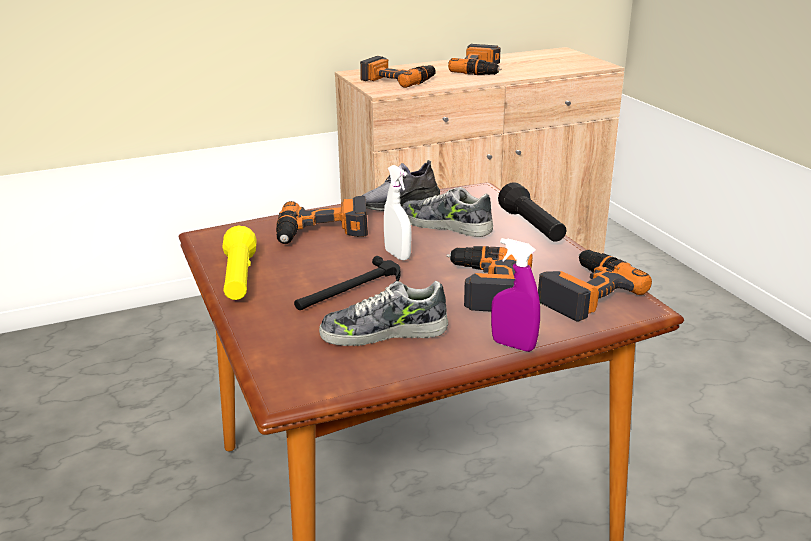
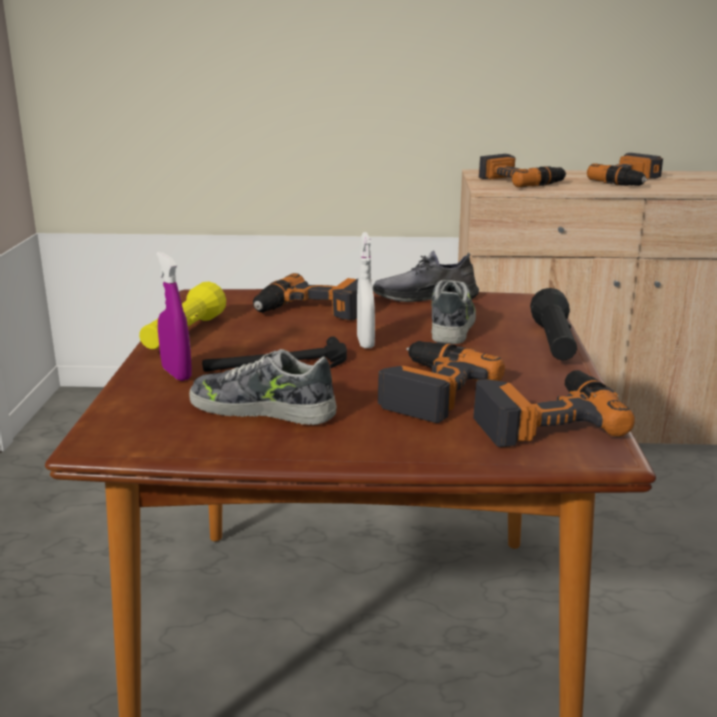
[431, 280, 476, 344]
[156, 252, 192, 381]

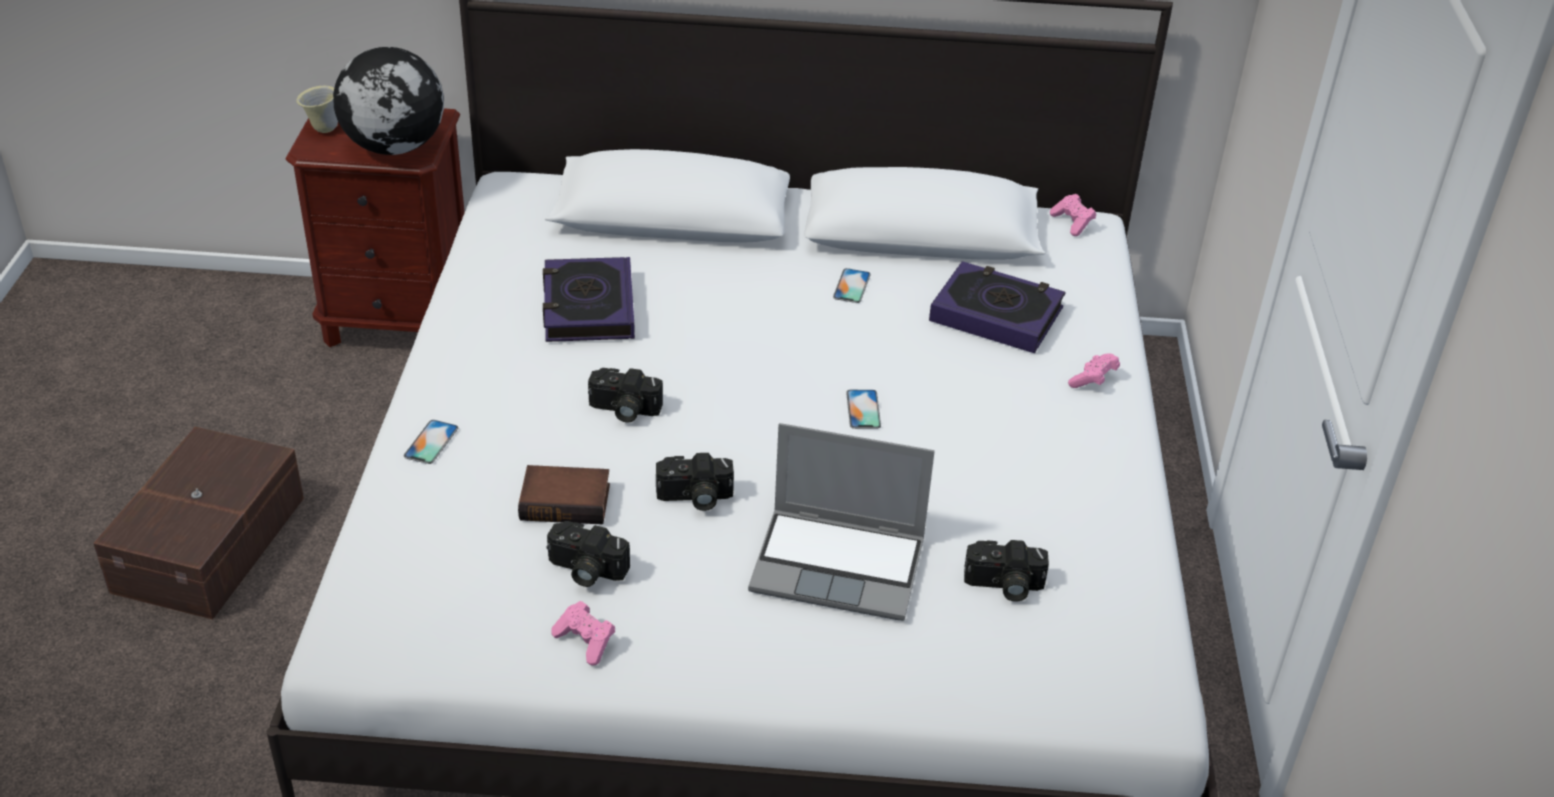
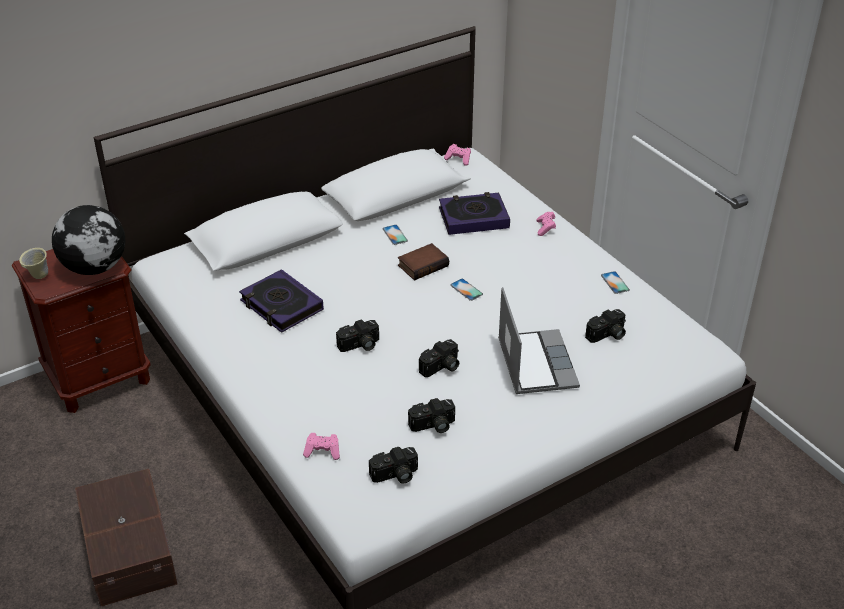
[601, 271, 630, 294]
[498, 287, 580, 394]
[398, 243, 449, 280]
[303, 433, 340, 460]
[369, 447, 418, 484]

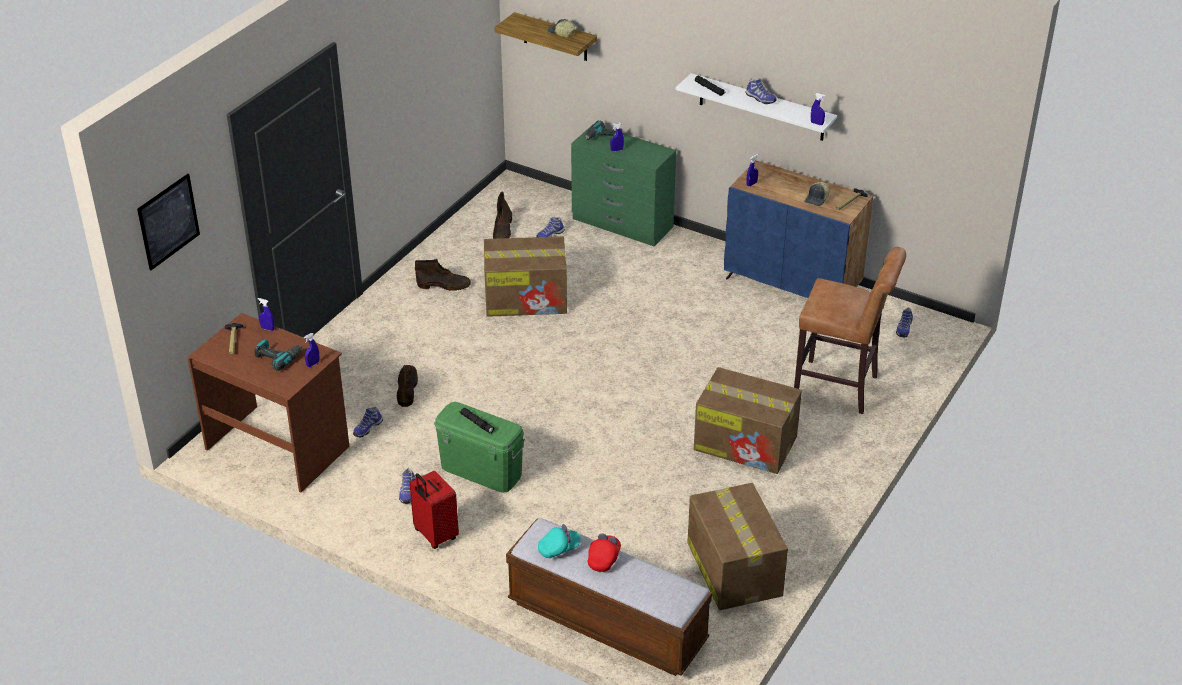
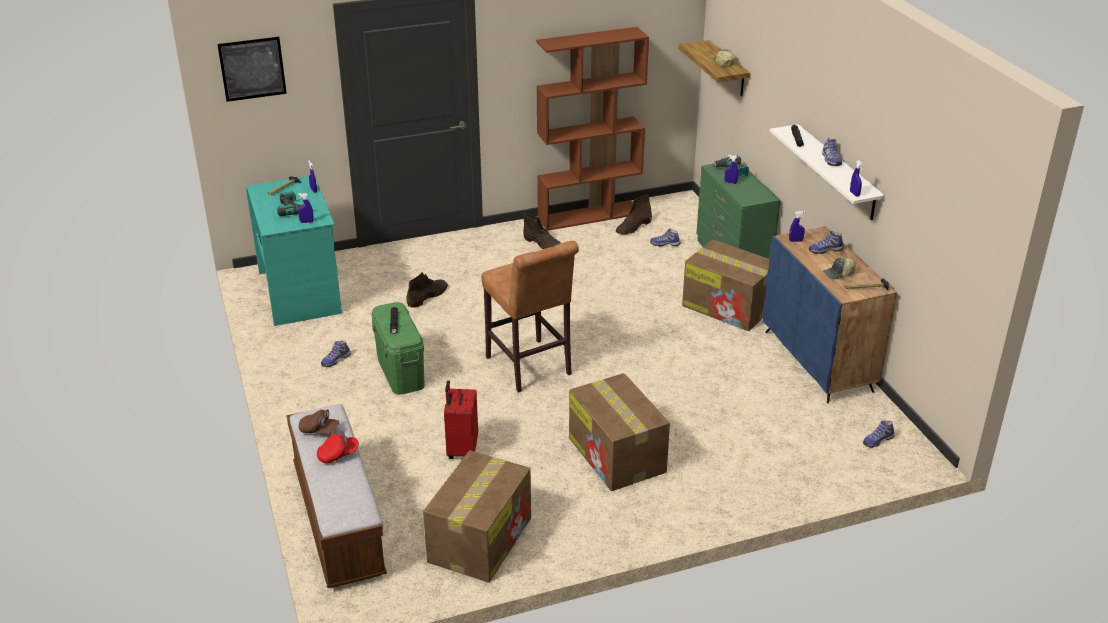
[682, 239, 769, 331]
[481, 241, 579, 392]
[246, 176, 342, 326]
[809, 231, 844, 254]
[444, 380, 478, 459]
[299, 409, 339, 434]
[536, 27, 649, 231]

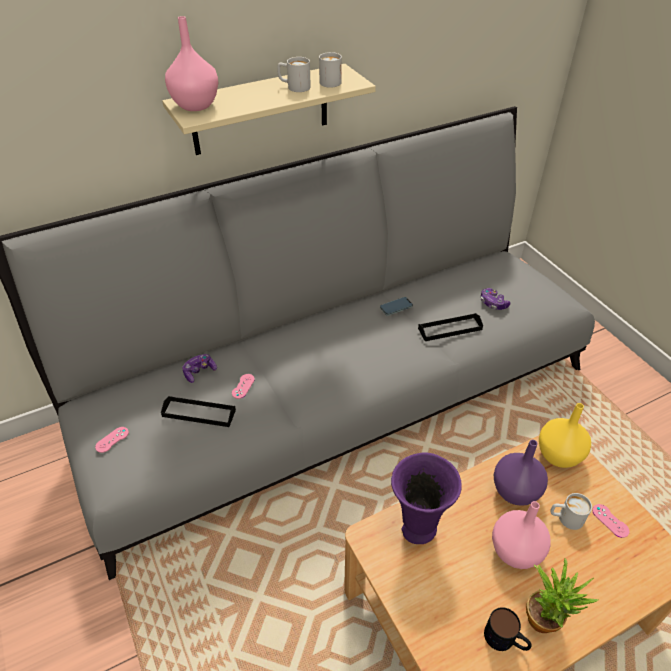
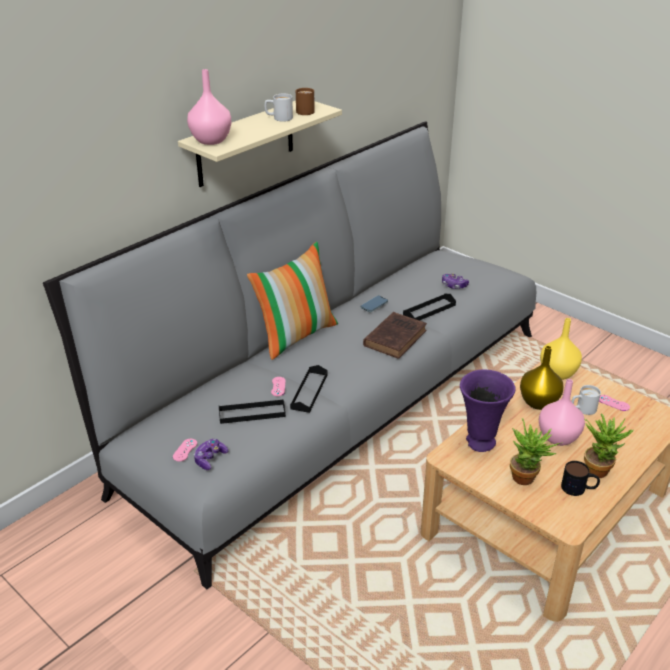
[296, 88, 315, 115]
[194, 439, 228, 470]
[520, 346, 563, 410]
[247, 242, 338, 360]
[363, 312, 427, 359]
[290, 365, 328, 413]
[510, 418, 563, 485]

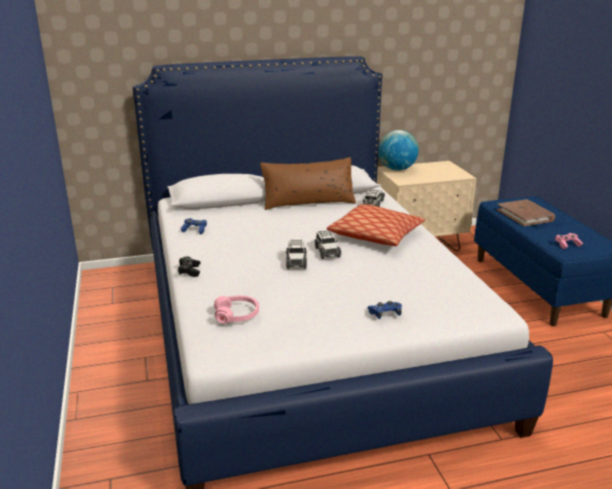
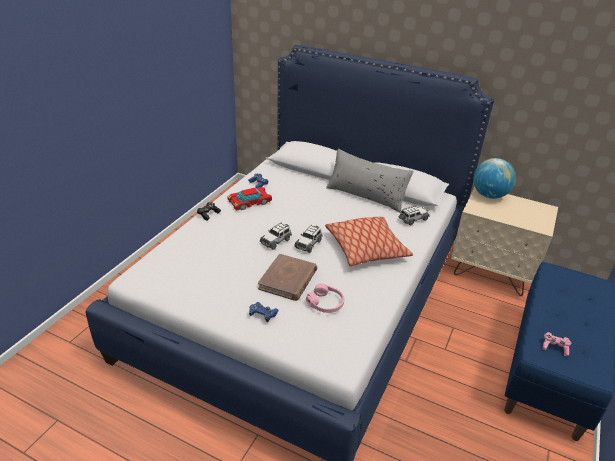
[326, 149, 414, 213]
[258, 254, 318, 301]
[306, 283, 344, 313]
[227, 187, 272, 211]

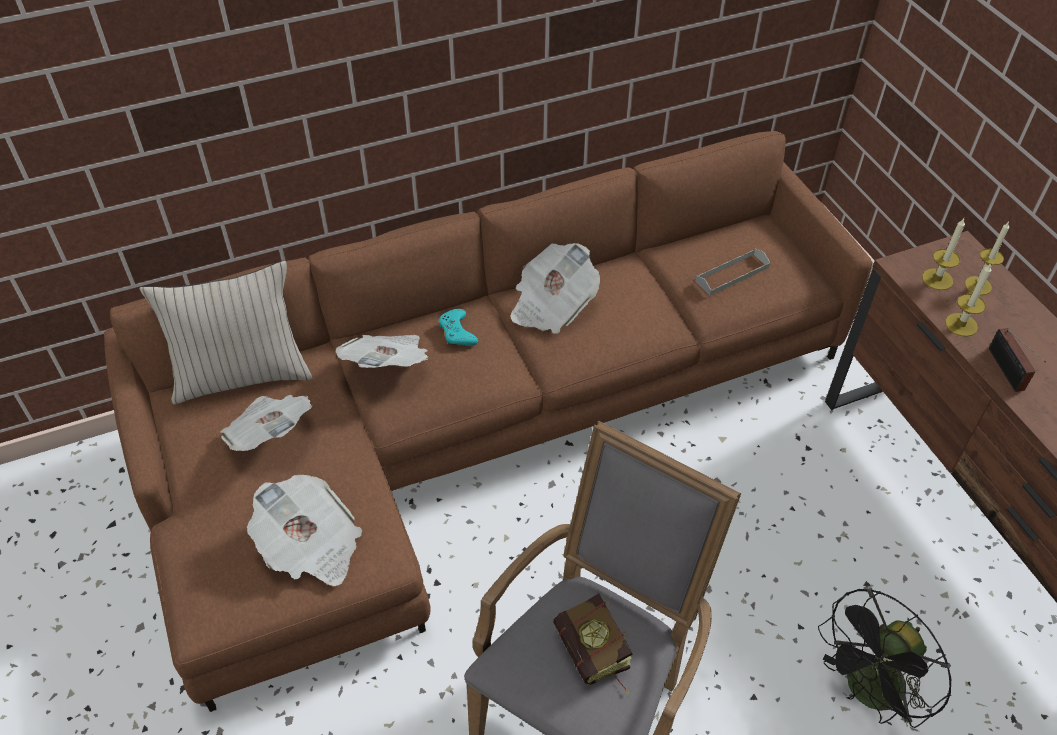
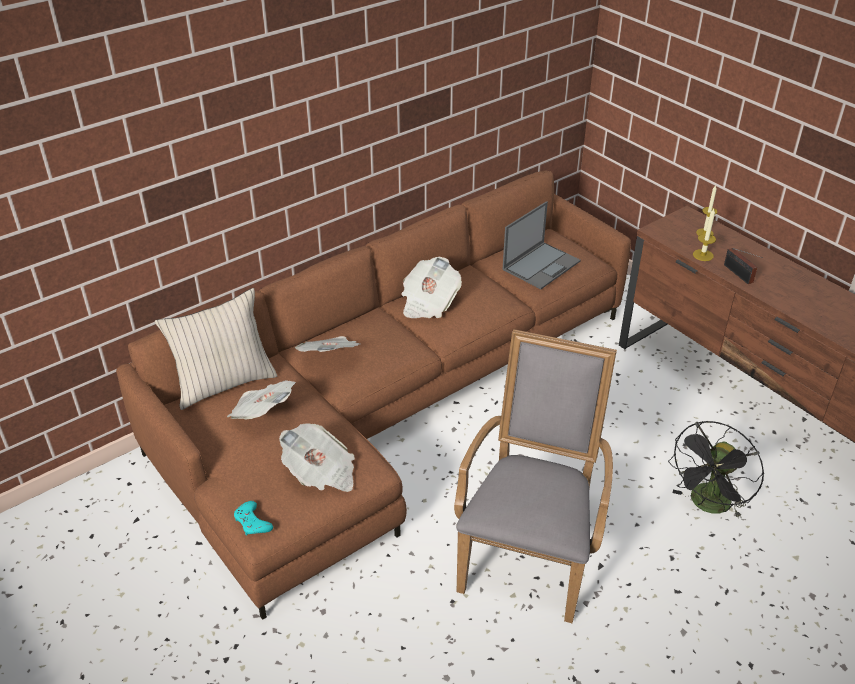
[922, 219, 965, 290] (first image)
[502, 201, 581, 289]
[234, 501, 273, 536]
[553, 593, 633, 694] (first image)

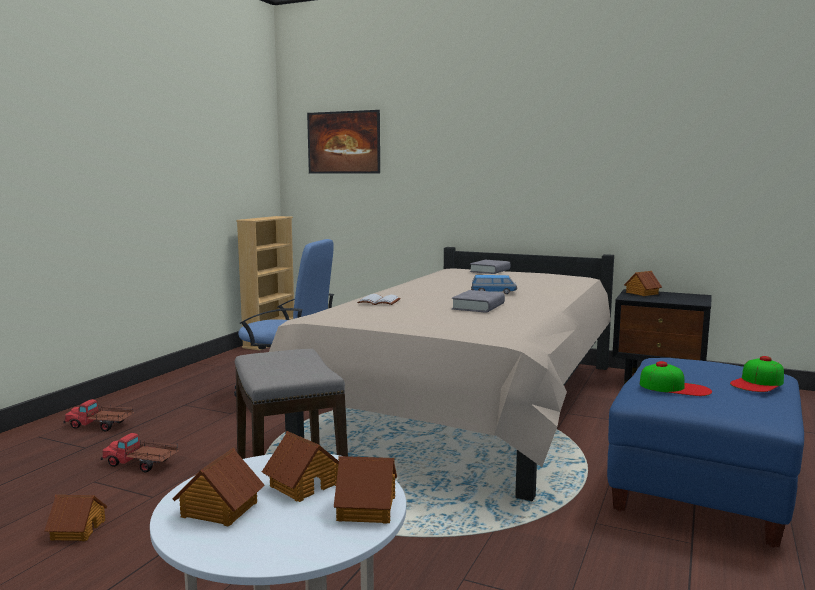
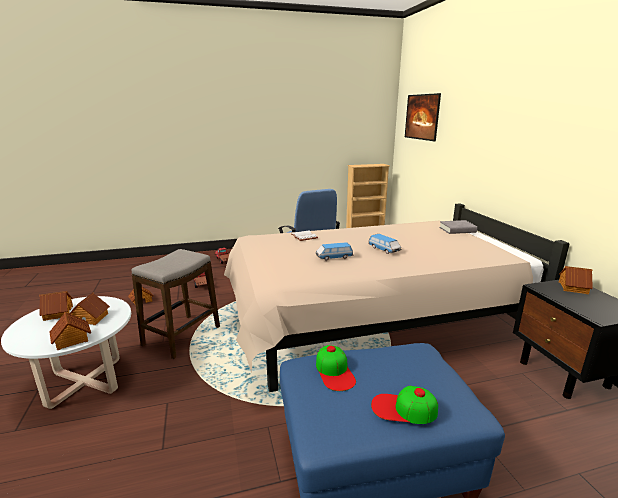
[316, 242, 353, 261]

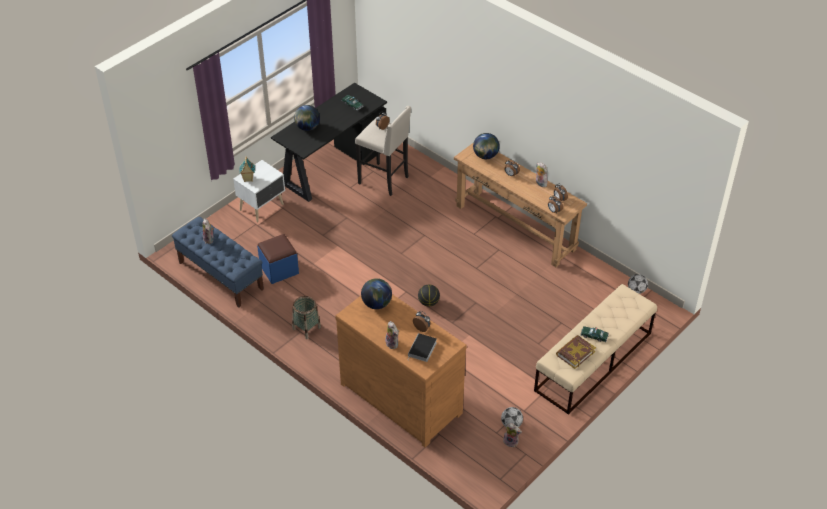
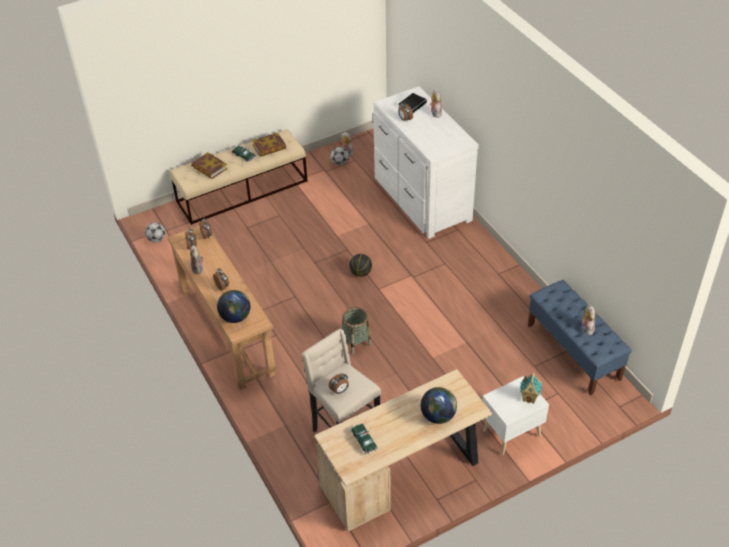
[314, 369, 492, 532]
[257, 234, 299, 284] (first image)
[361, 278, 392, 309] (first image)
[373, 86, 479, 239]
[342, 307, 371, 354]
[191, 152, 228, 179]

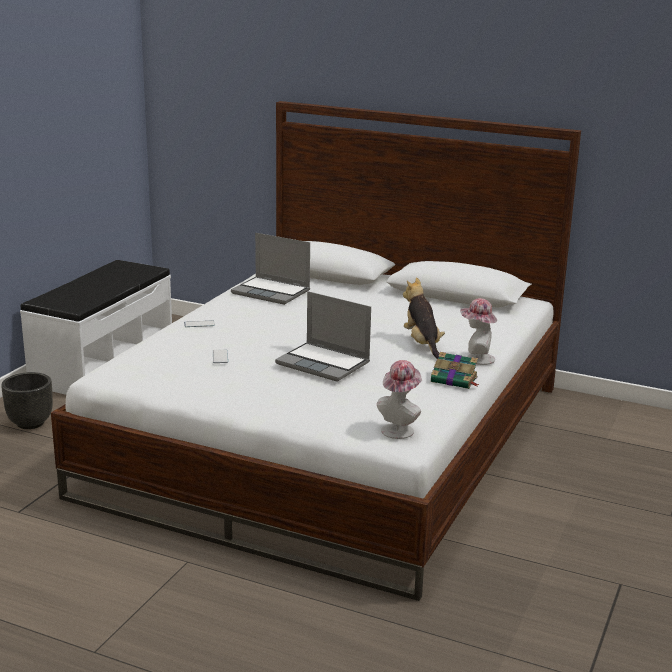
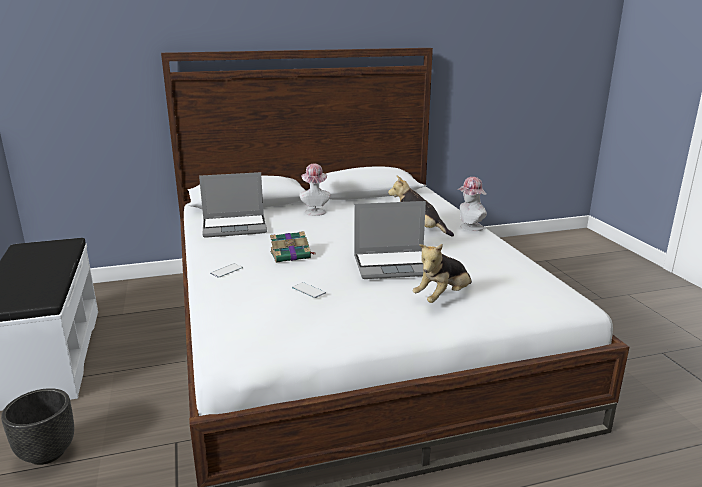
[270, 231, 315, 263]
[299, 164, 331, 216]
[412, 244, 472, 303]

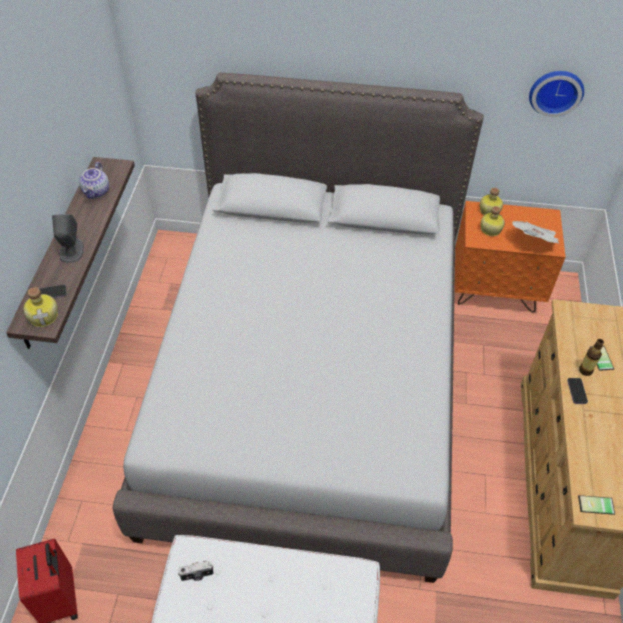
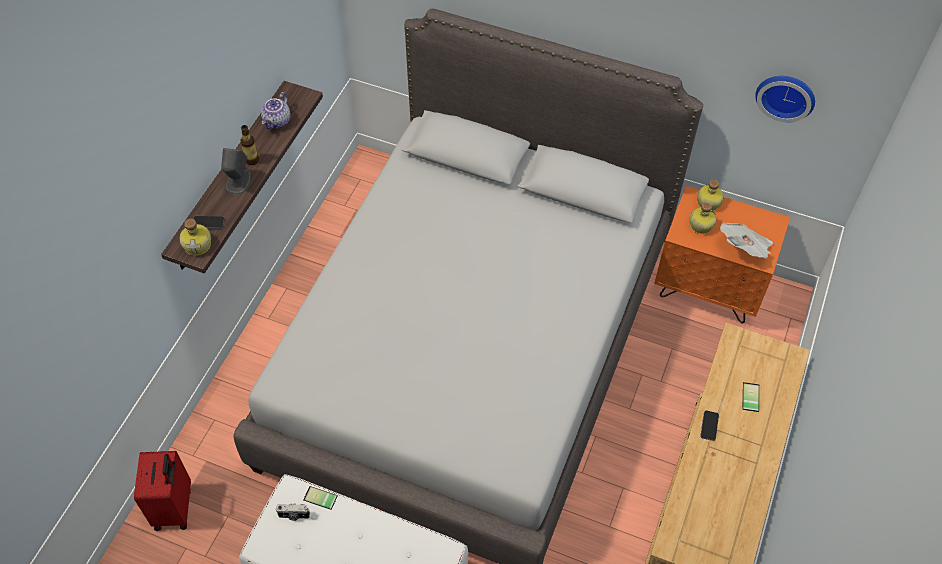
[241, 125, 259, 165]
[303, 486, 338, 510]

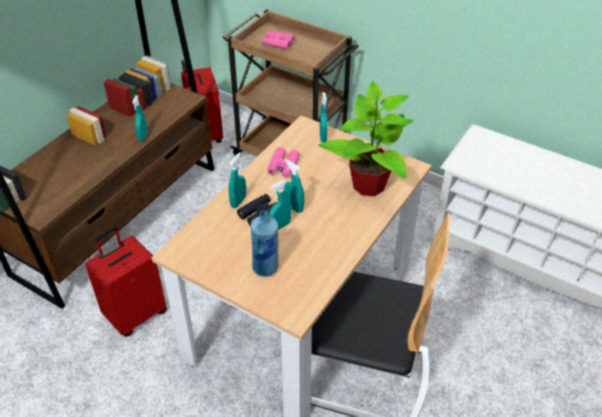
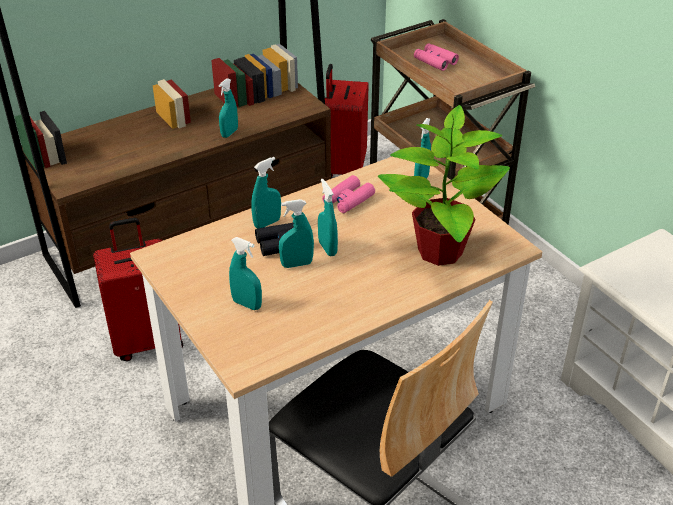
[229, 237, 262, 310]

